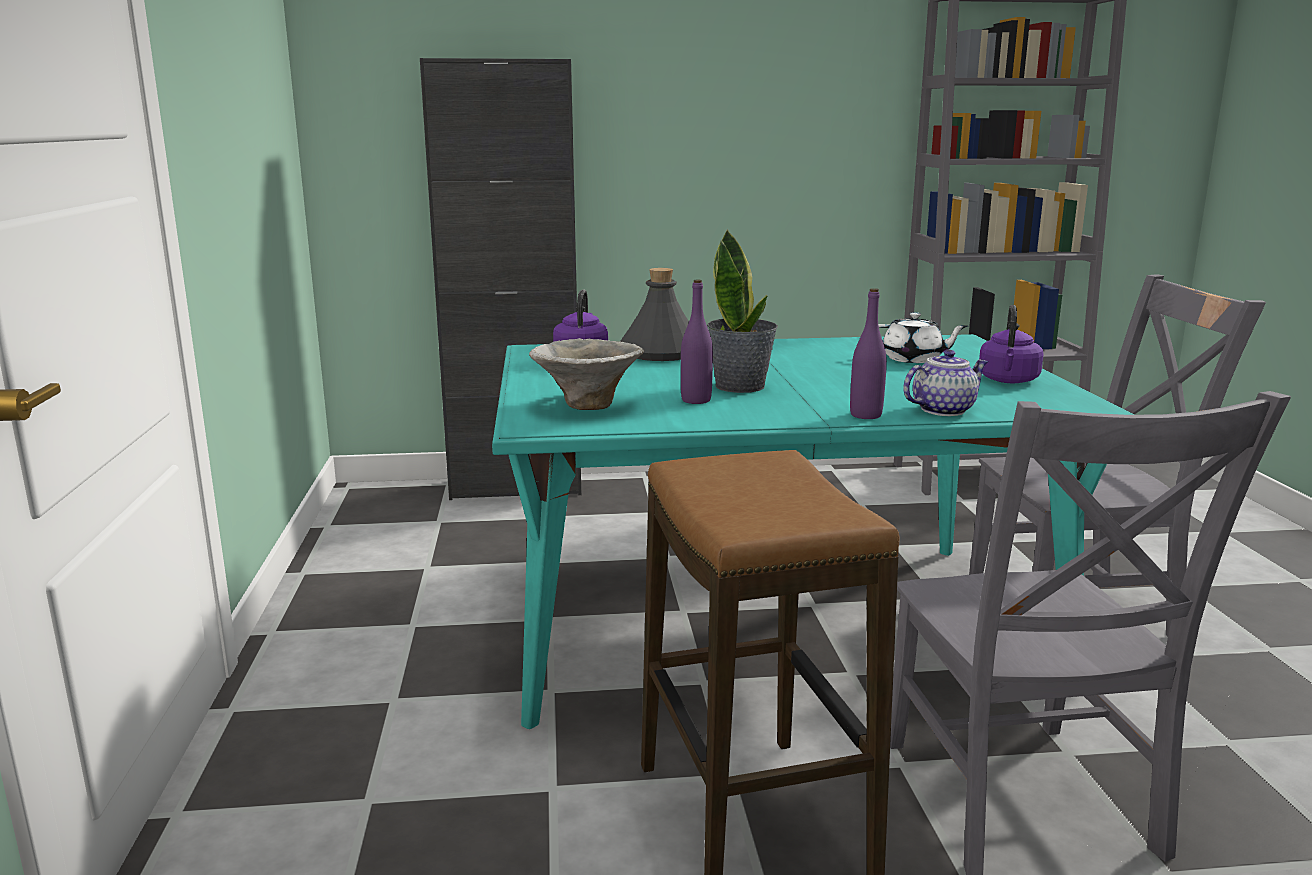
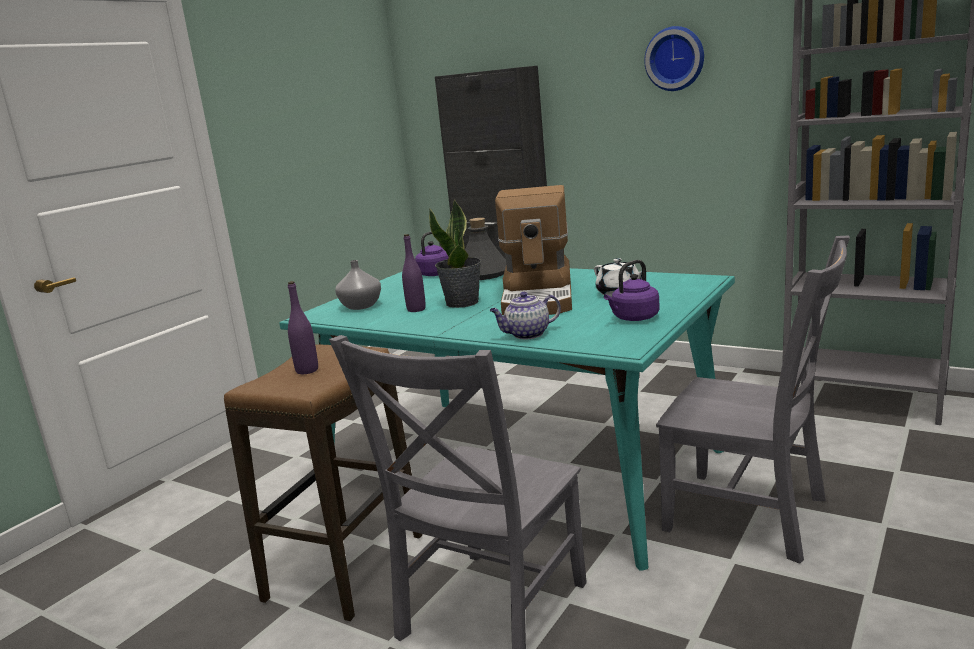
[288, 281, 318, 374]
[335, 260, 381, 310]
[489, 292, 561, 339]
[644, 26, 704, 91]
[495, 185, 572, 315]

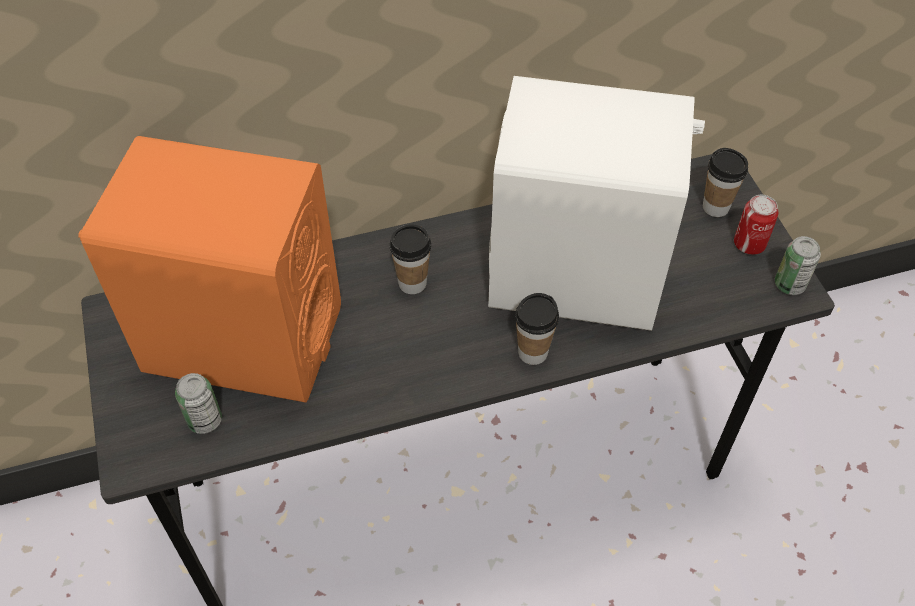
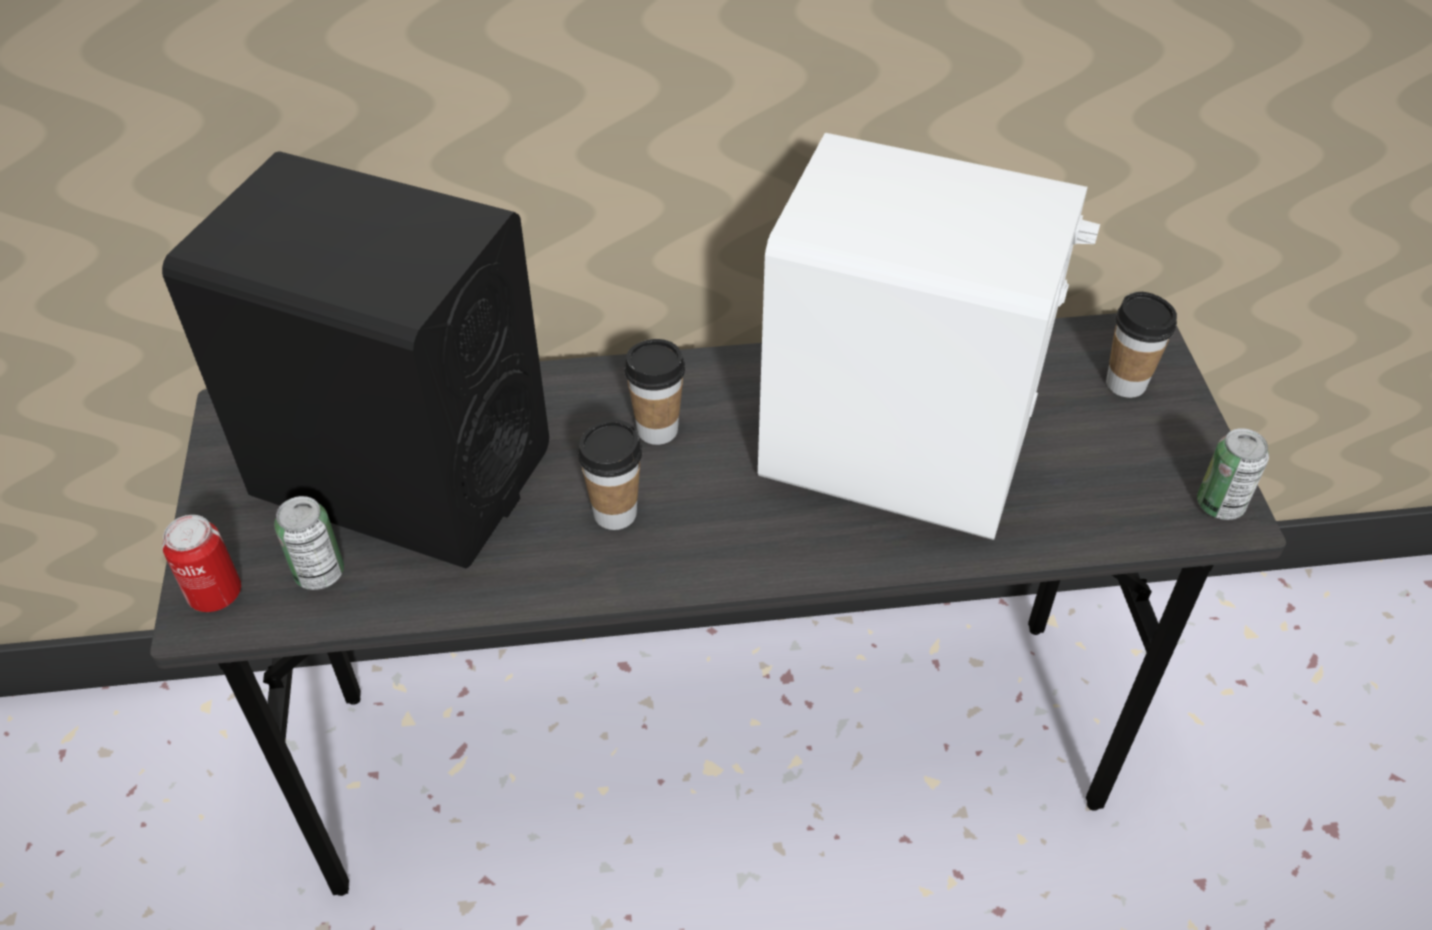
[162, 151, 549, 568]
[162, 515, 241, 612]
[578, 419, 642, 530]

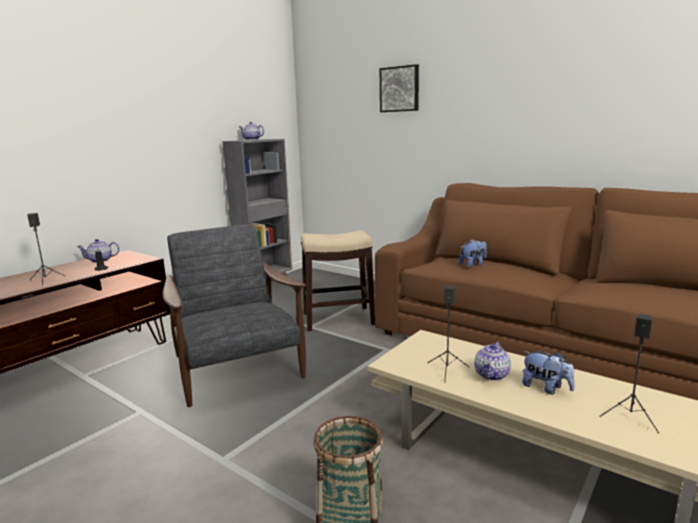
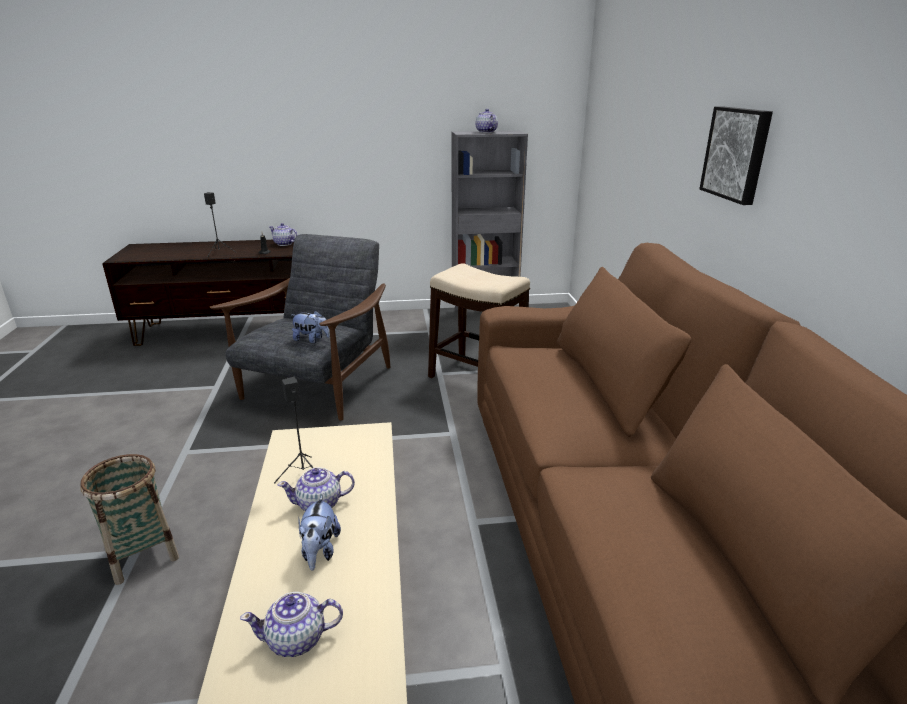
[699, 106, 773, 205]
[291, 310, 330, 343]
[240, 592, 343, 657]

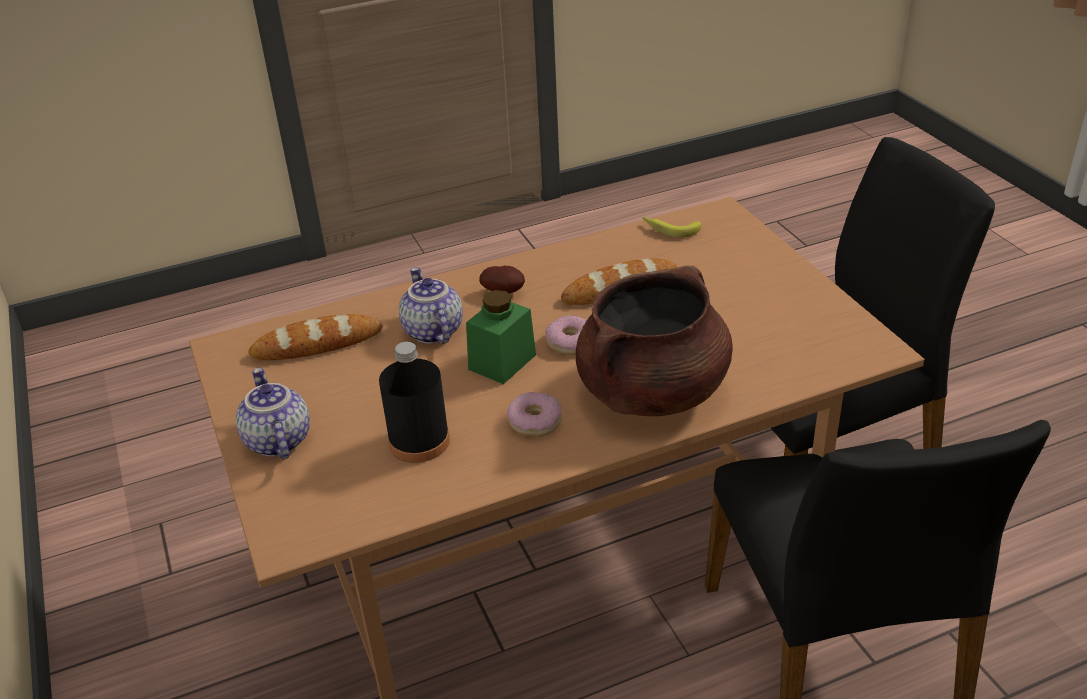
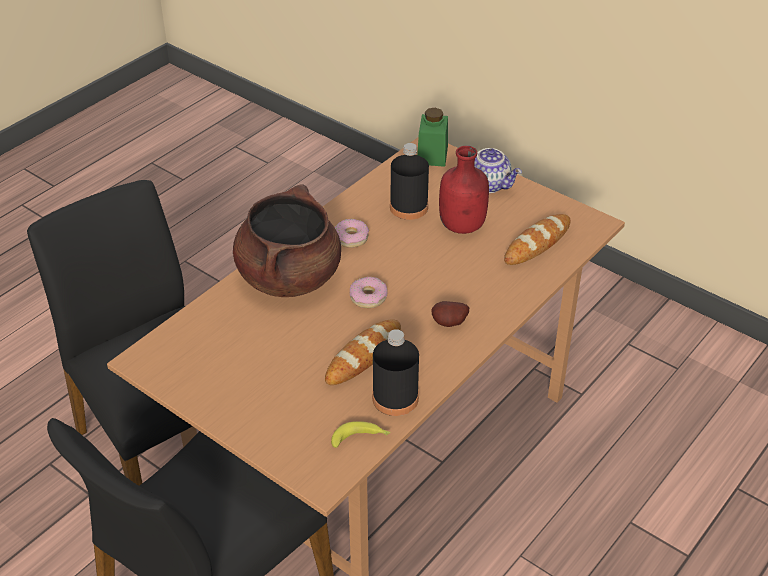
[399, 267, 463, 344] (first image)
[417, 108, 448, 167]
[439, 146, 489, 234]
[372, 329, 419, 416]

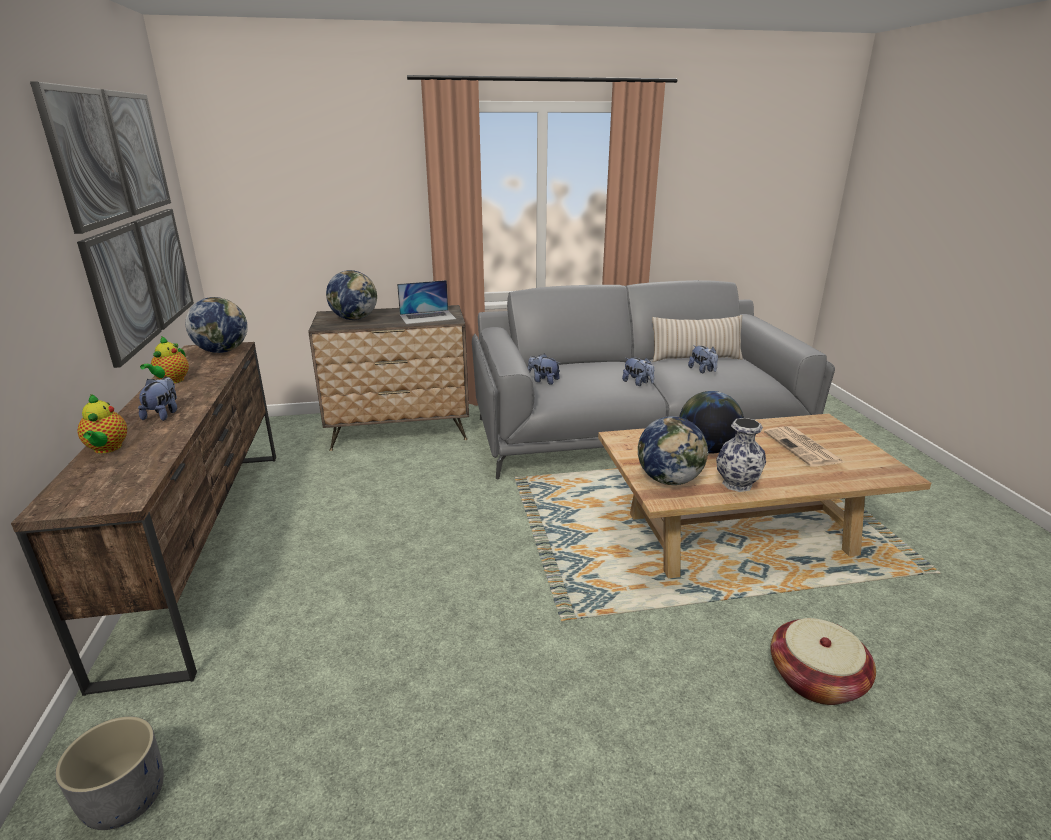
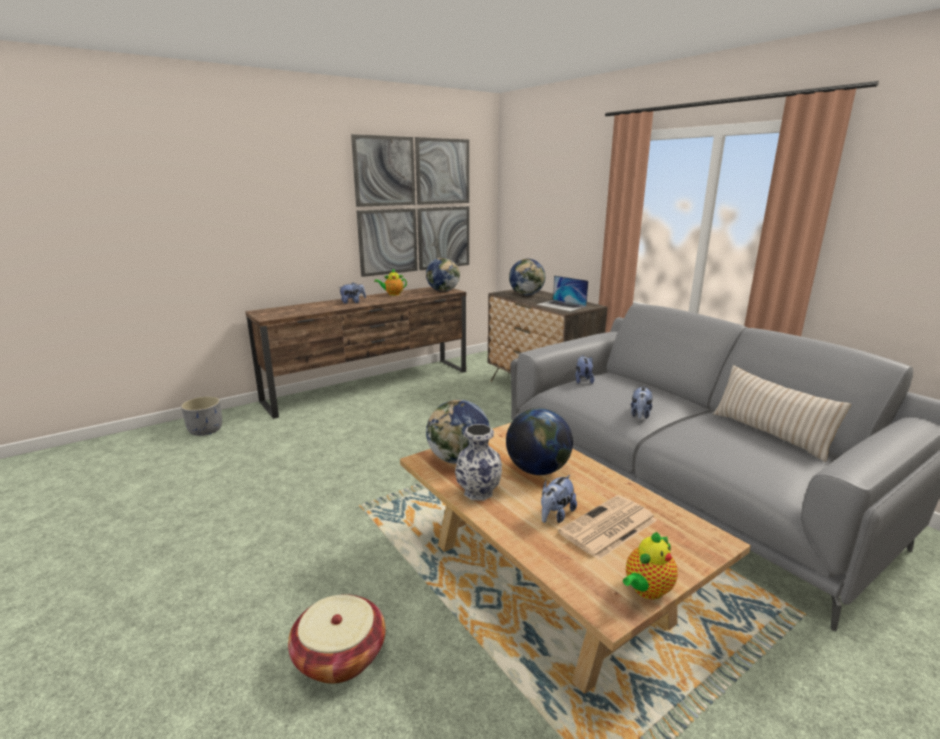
[541, 475, 577, 523]
[623, 532, 678, 599]

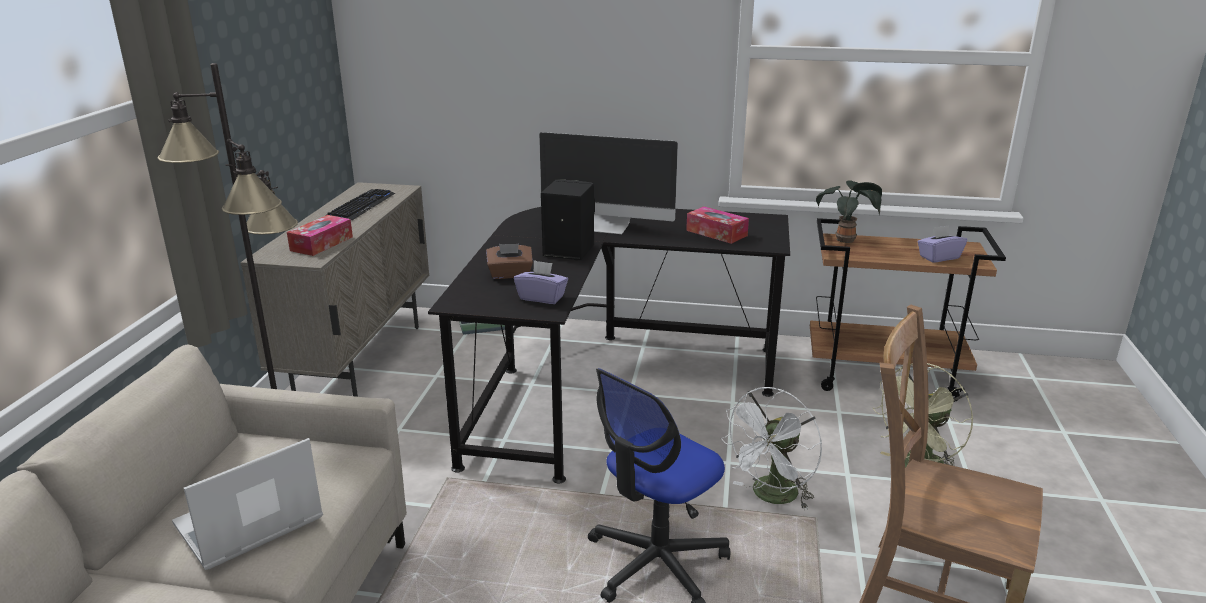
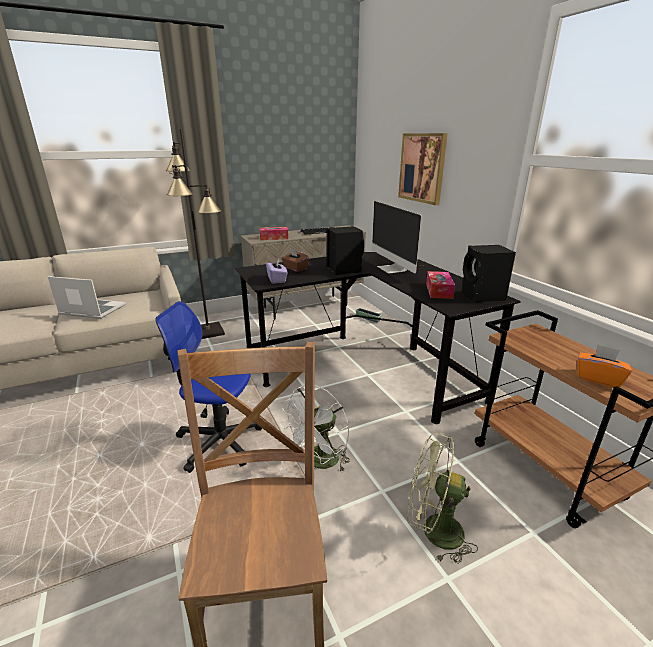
[816, 181, 882, 243] (first image)
[578, 344, 632, 388]
[279, 385, 350, 471]
[398, 133, 447, 205]
[462, 245, 516, 302]

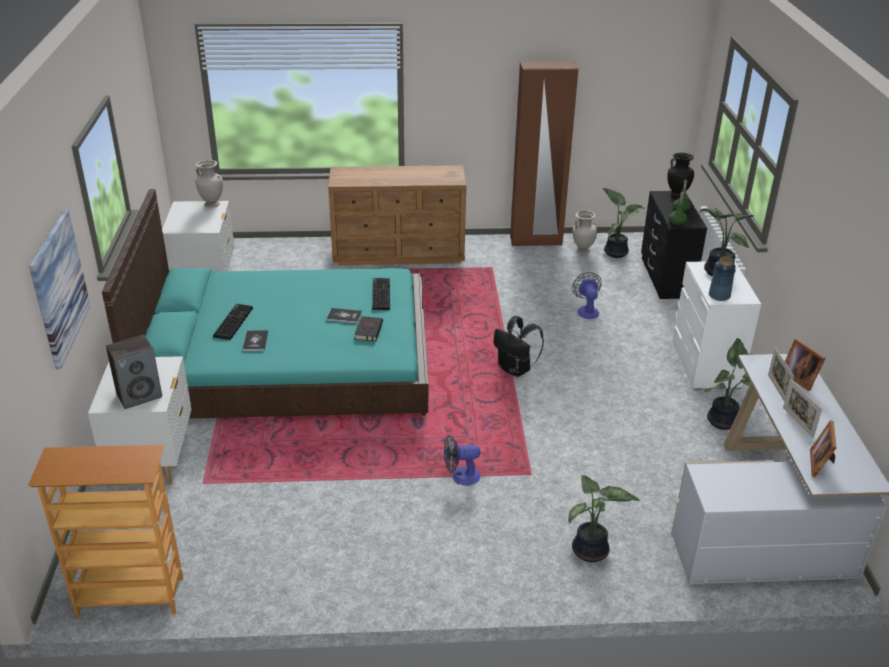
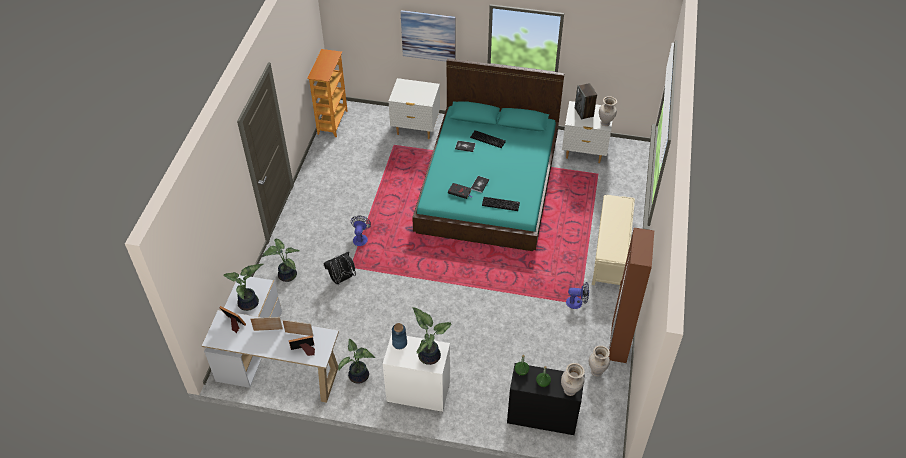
[561, 363, 585, 396]
[592, 195, 635, 289]
[223, 264, 263, 311]
[566, 282, 589, 309]
[323, 251, 356, 285]
[575, 83, 597, 119]

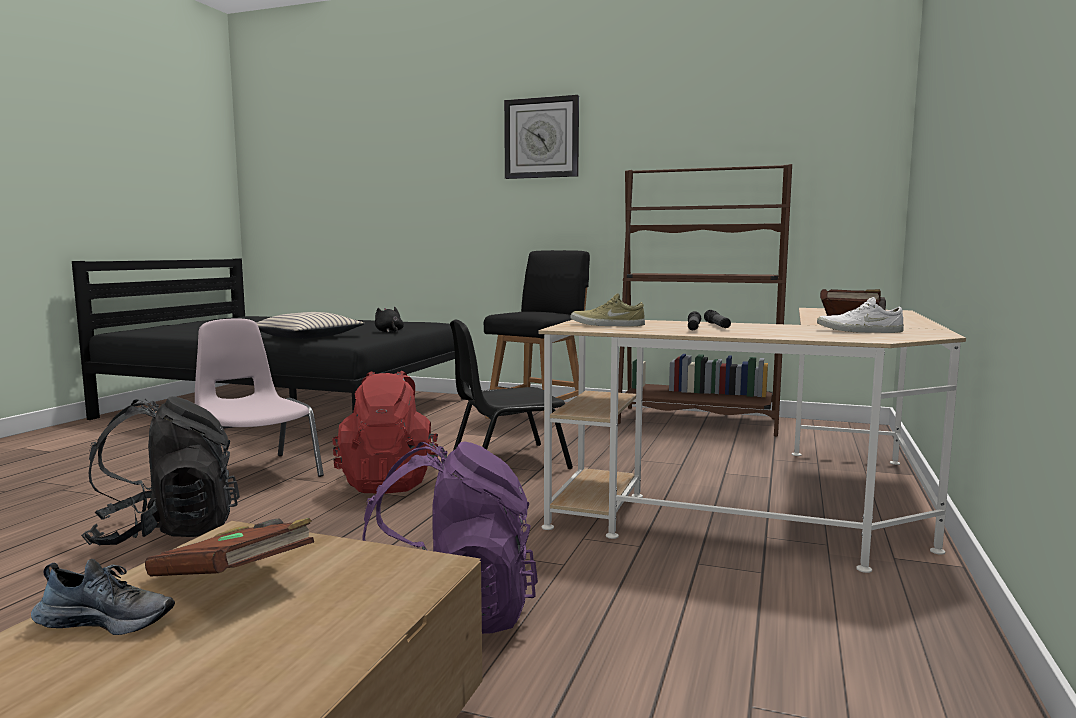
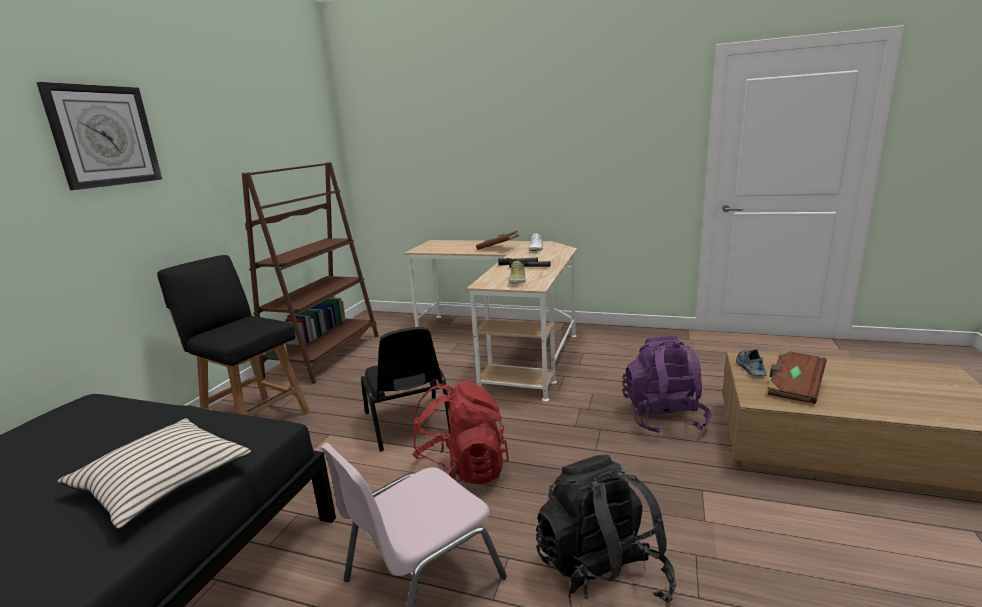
[375, 307, 404, 333] (first image)
[736, 349, 767, 376]

